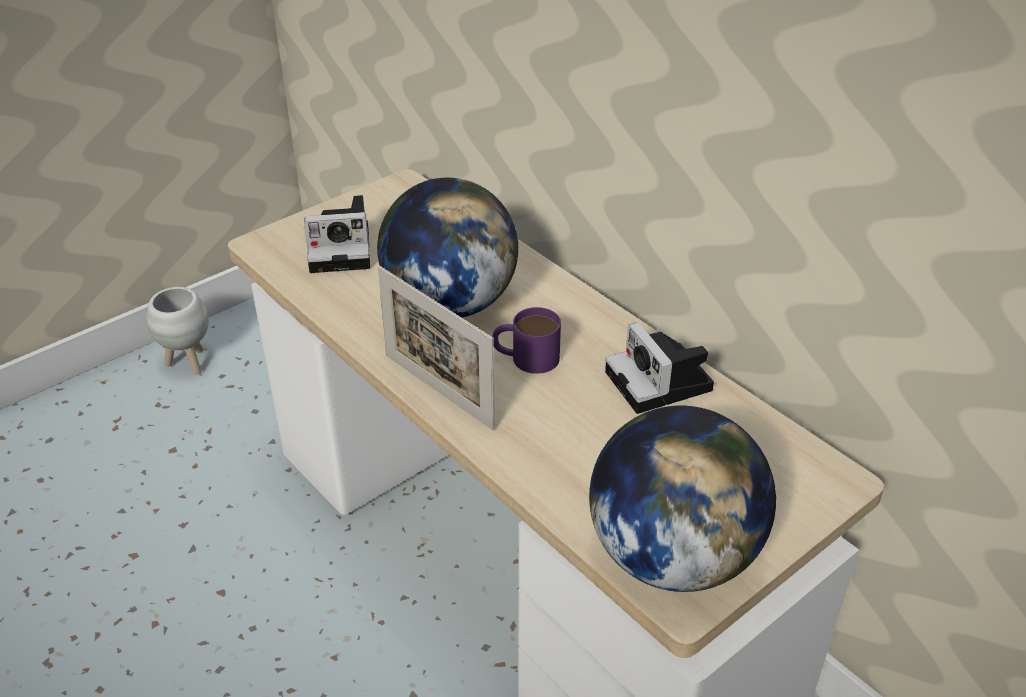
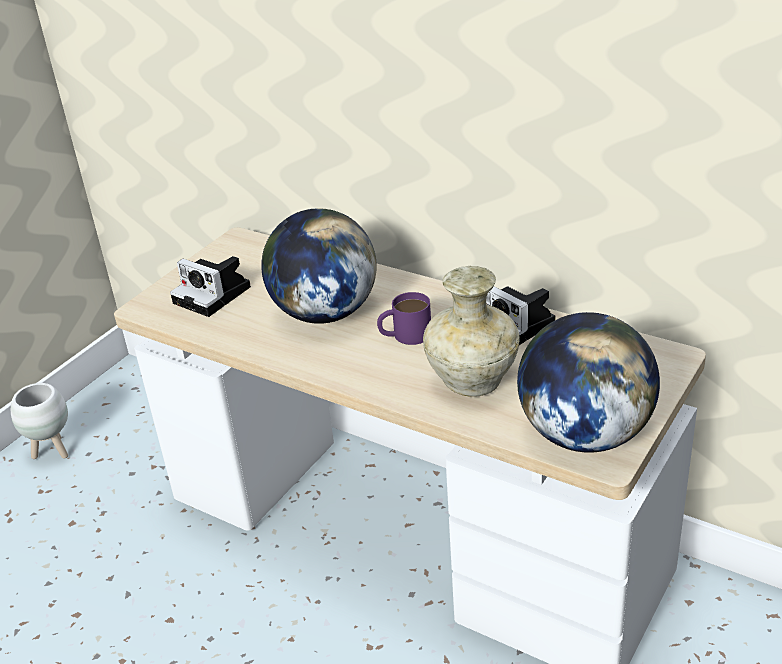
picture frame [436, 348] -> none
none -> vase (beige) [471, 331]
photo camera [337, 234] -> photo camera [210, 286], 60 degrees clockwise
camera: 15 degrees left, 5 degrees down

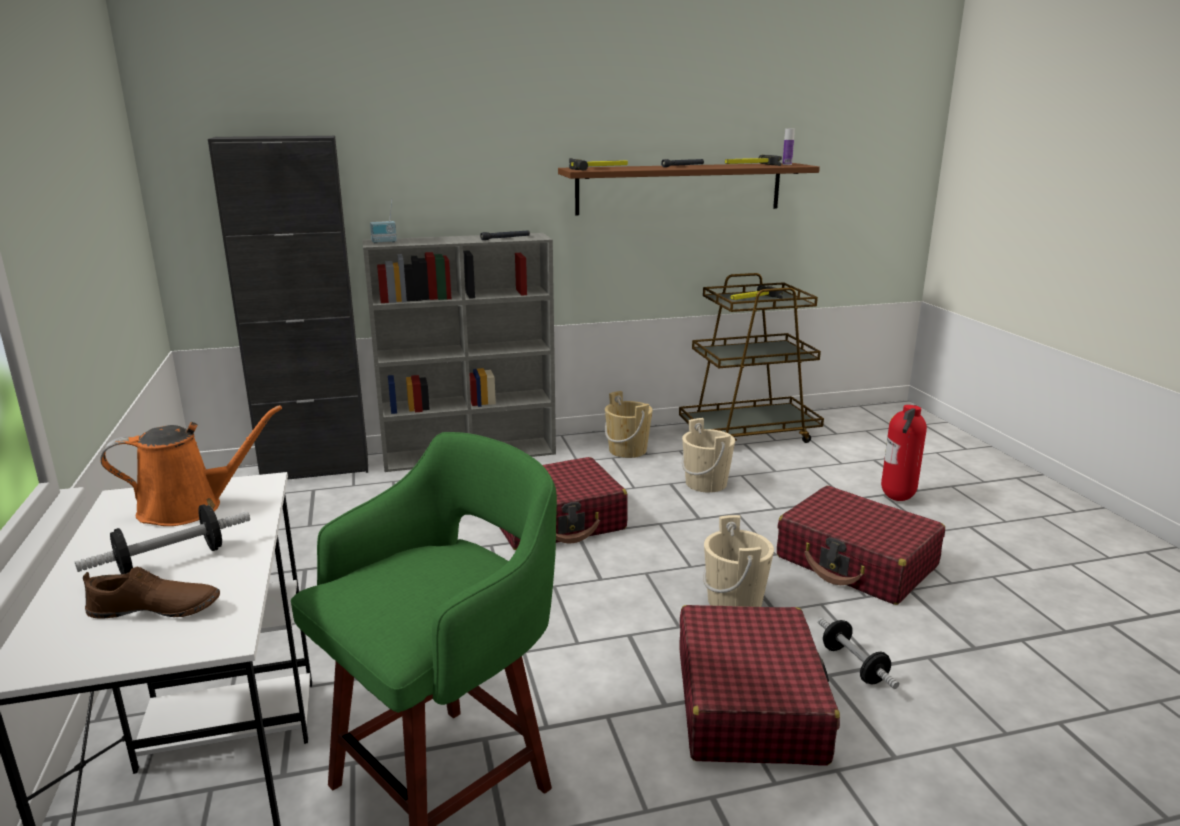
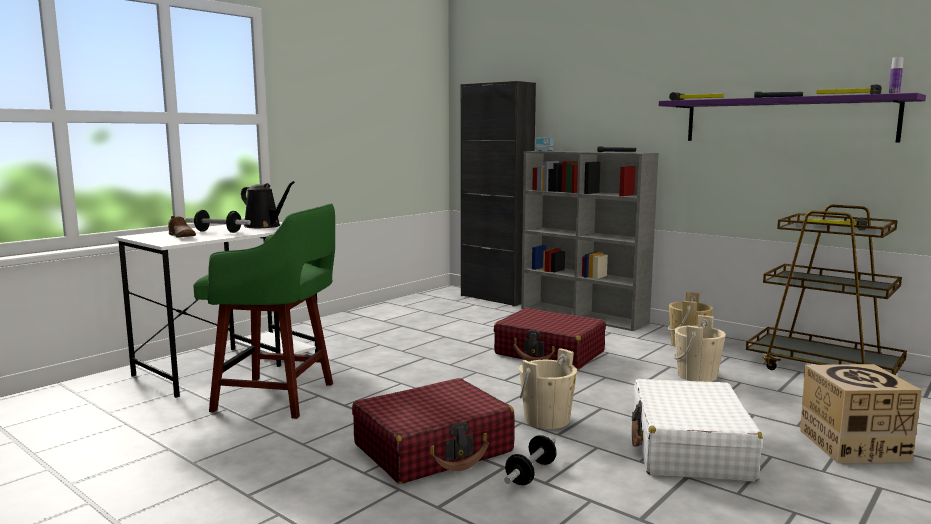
fire extinguisher [904, 453] -> cardboard box [861, 413]
watering can (orange) [191, 465] -> watering can (black) [268, 204]
shelf (brown) [689, 189] -> shelf (purple) [792, 117]
suitcase (red) [861, 545] -> suitcase (white) [697, 430]
camera: 55 degrees right, 10 degrees down

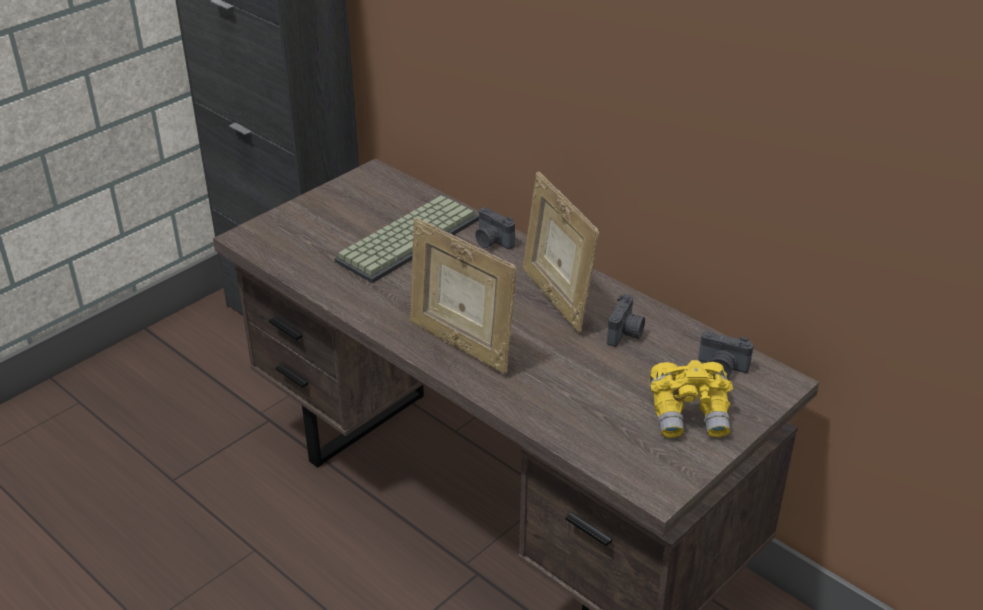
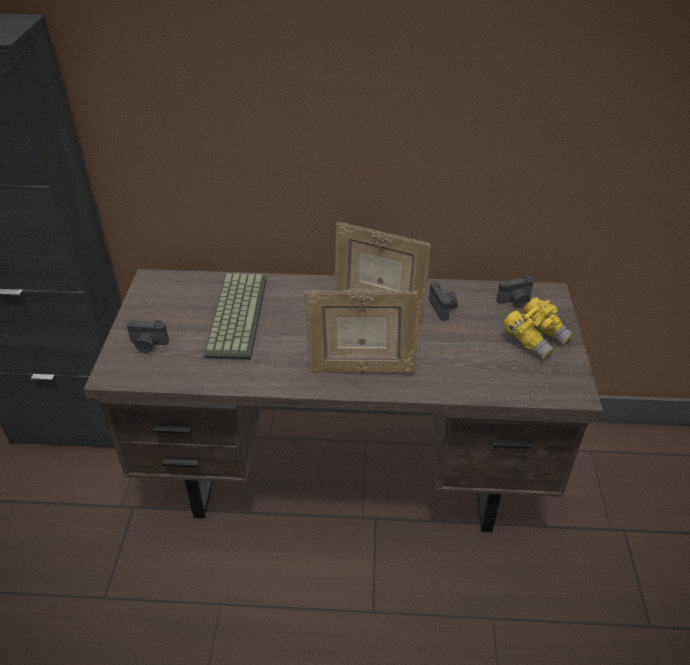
photo camera [495, 228] -> photo camera [147, 336], move
camera: 40 degrees left, 5 degrees up

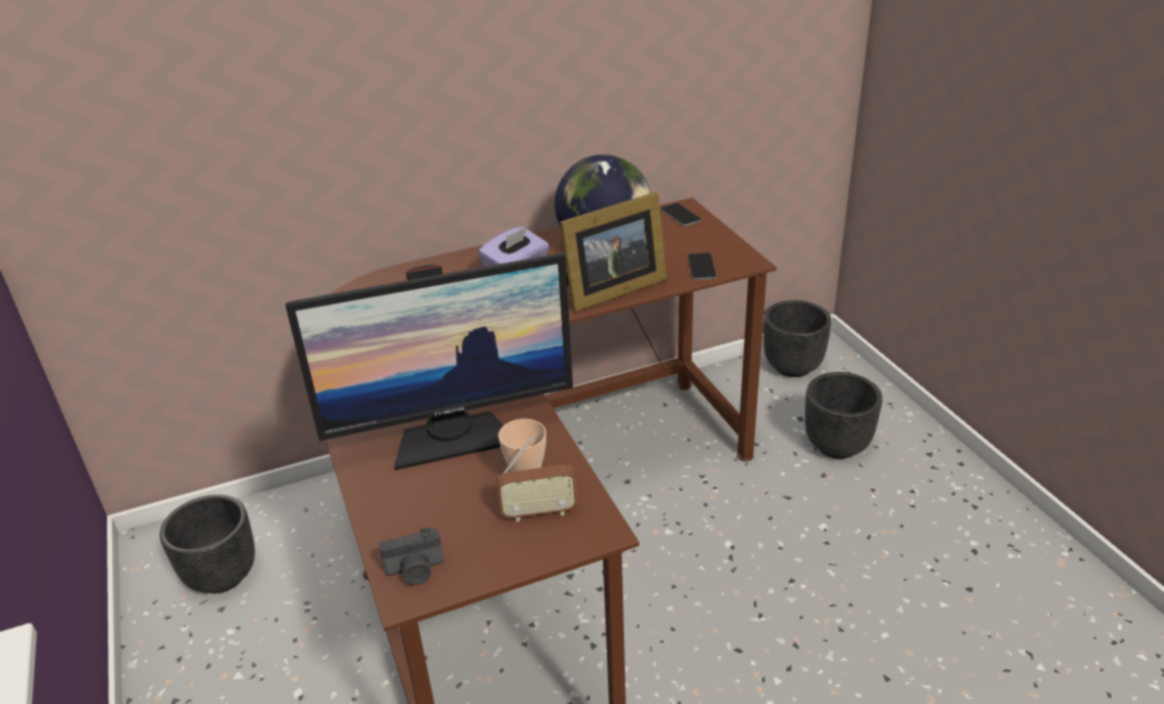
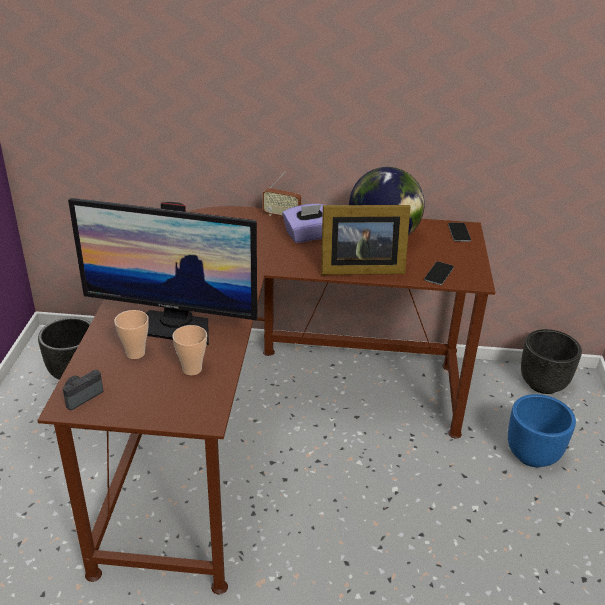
none -> cup [131, 334]
radio [537, 478] -> radio [282, 193], move
planter (black) [843, 415] -> planter (blue) [542, 430]
photo camera [411, 556] -> photo camera [83, 390], 120 degrees clockwise
camera: 25 degrees right, 0 degrees up

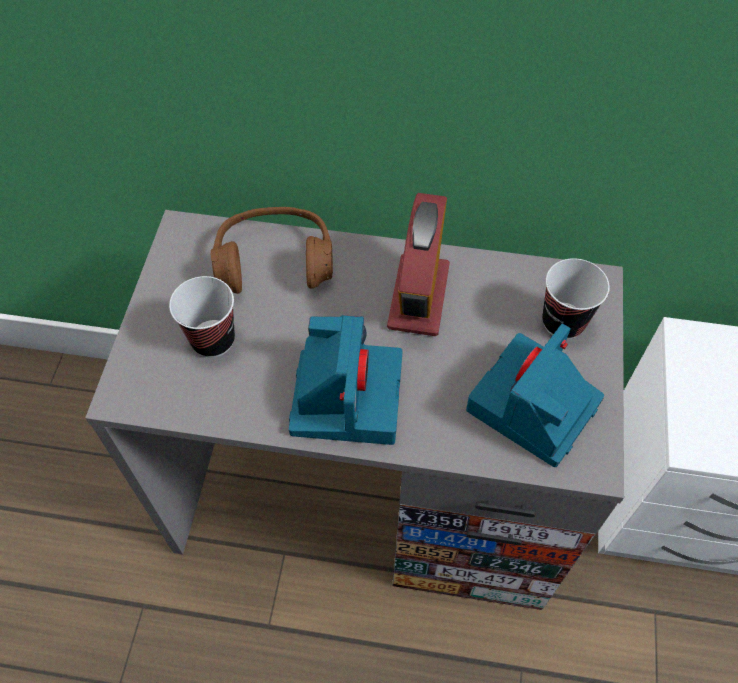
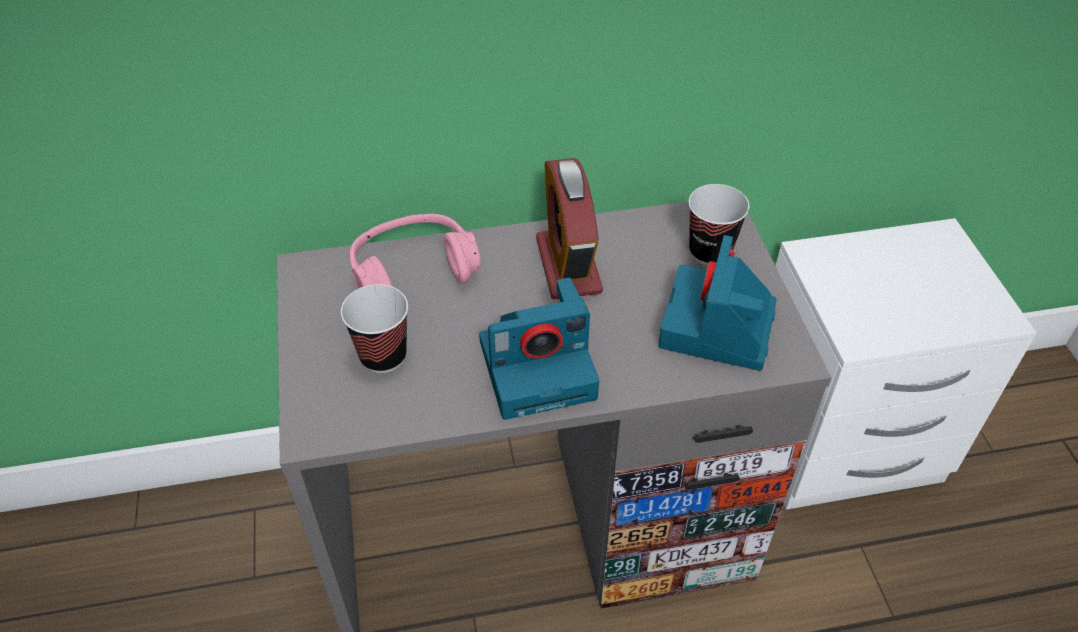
headphones (brown) [272, 250] -> headphones (pink) [415, 251]
photo camera [346, 380] -> photo camera [539, 348], 90 degrees clockwise
camera: 20 degrees left, 10 degrees down

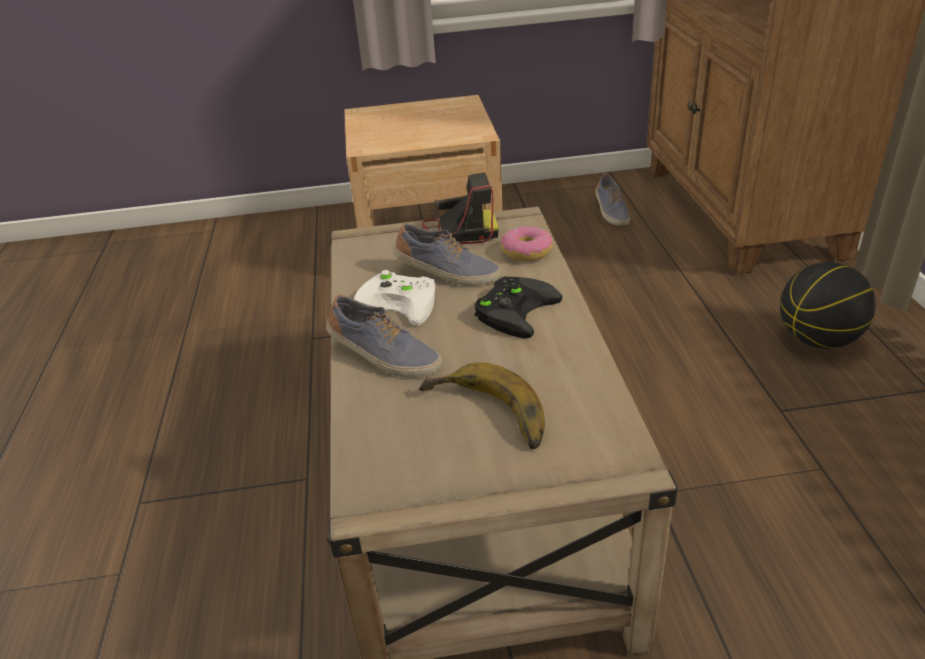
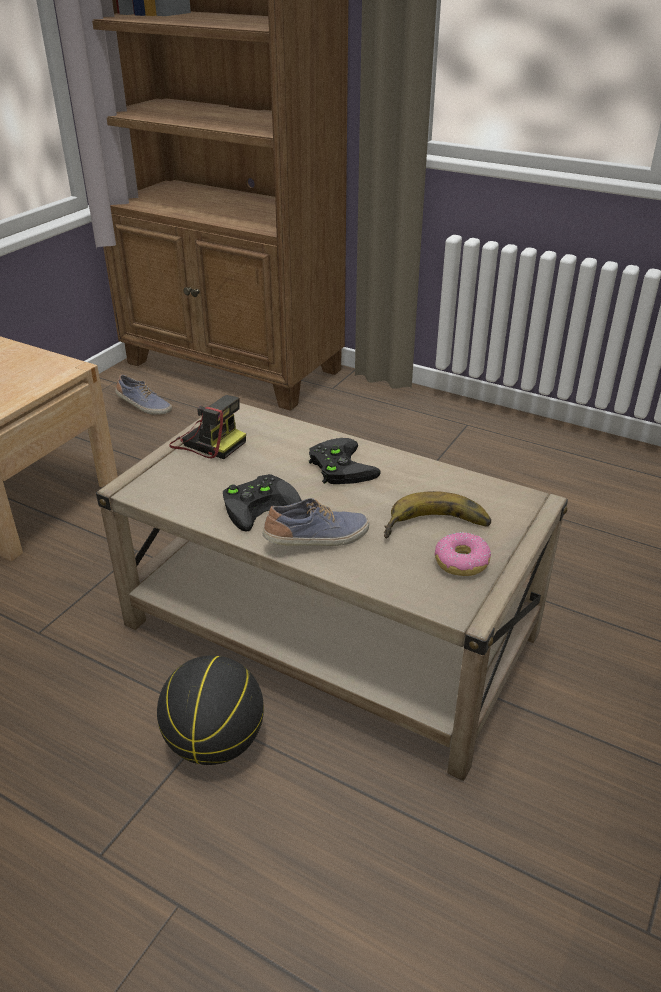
shoe [447, 254] -> none
donut [526, 244] -> donut [462, 554], move
basketball [828, 305] -> basketball [210, 710], move
game controller (white) [394, 298] -> game controller (black) [262, 503]
photo camera [460, 208] -> photo camera [207, 427], 90 degrees clockwise
camera: 55 degrees left, 0 degrees up

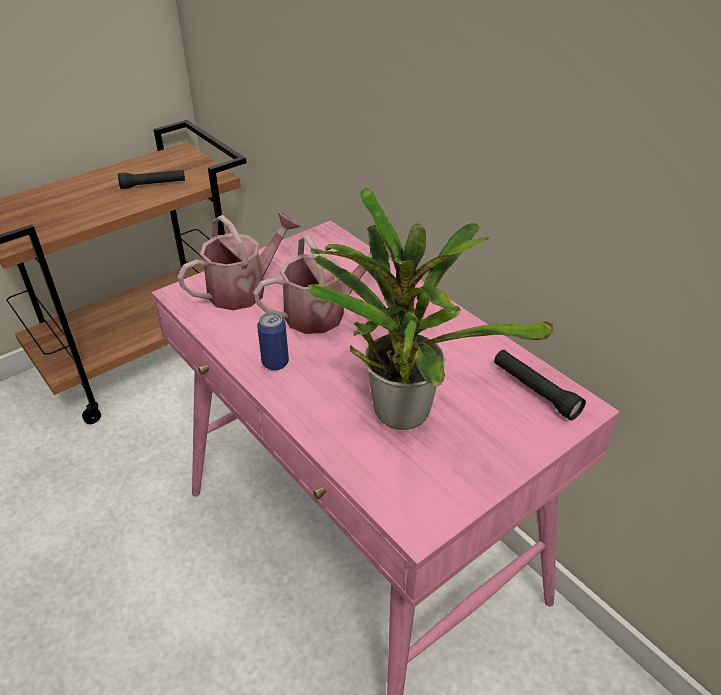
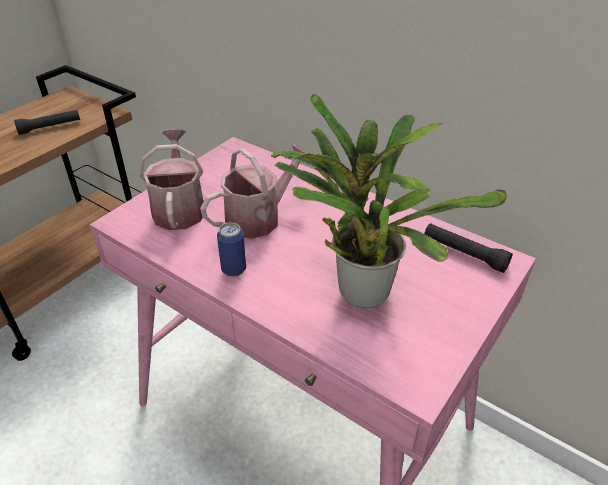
watering can [239, 261] -> watering can [172, 179], 45 degrees counterclockwise
camera: 15 degrees left, 0 degrees up

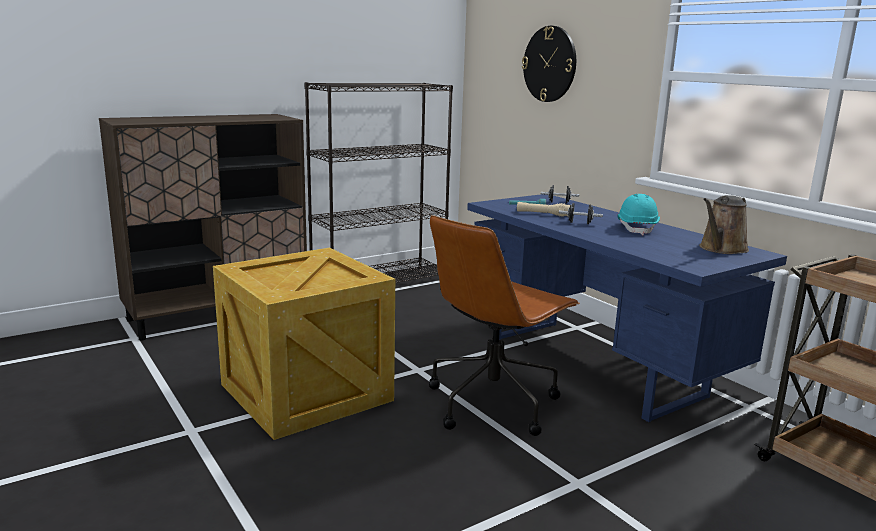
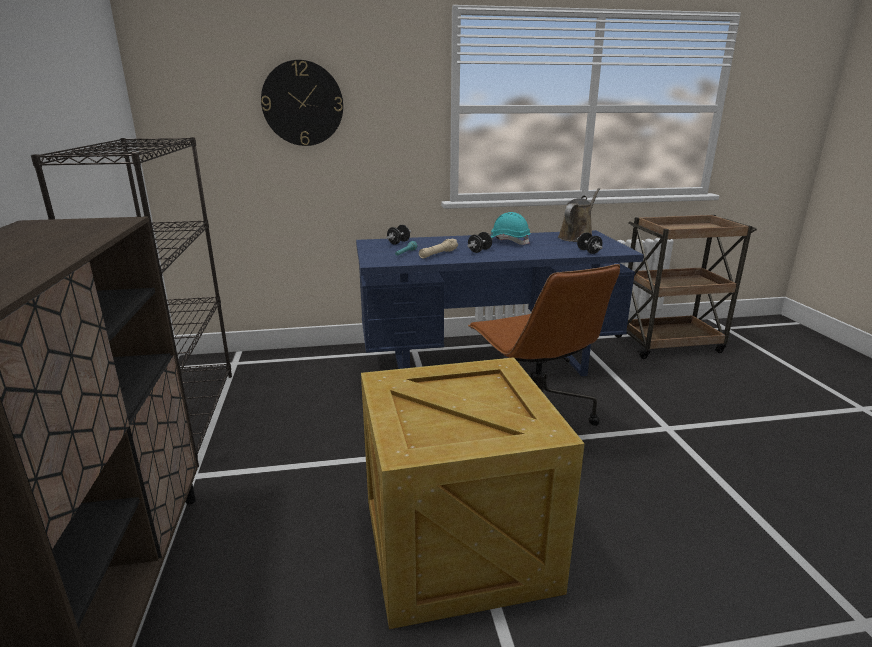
none -> dumbbell (black) [590, 243]
watering can (brown) [724, 224] -> watering can (brown) [579, 215], 120 degrees counterclockwise
camera: 65 degrees left, 5 degrees up

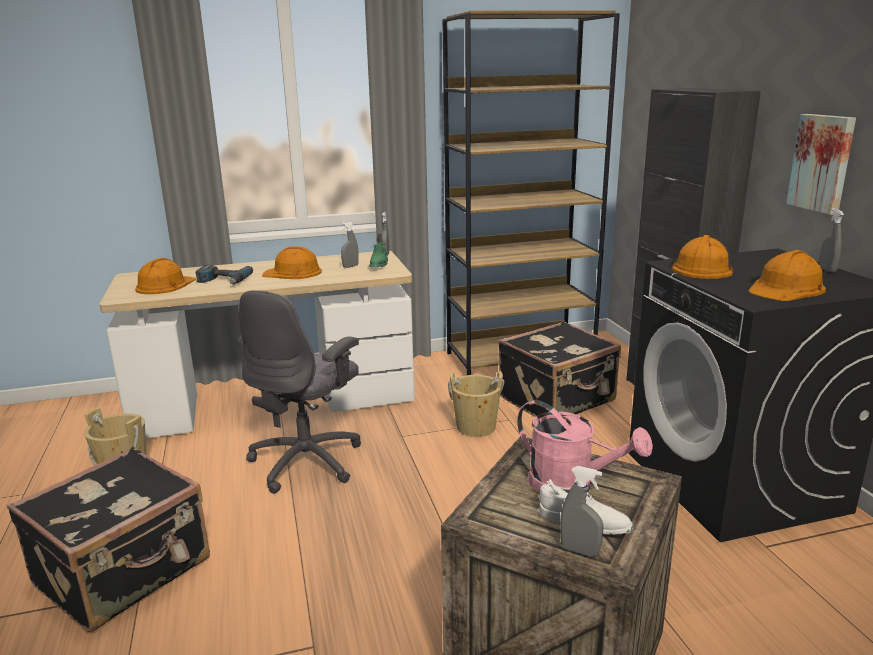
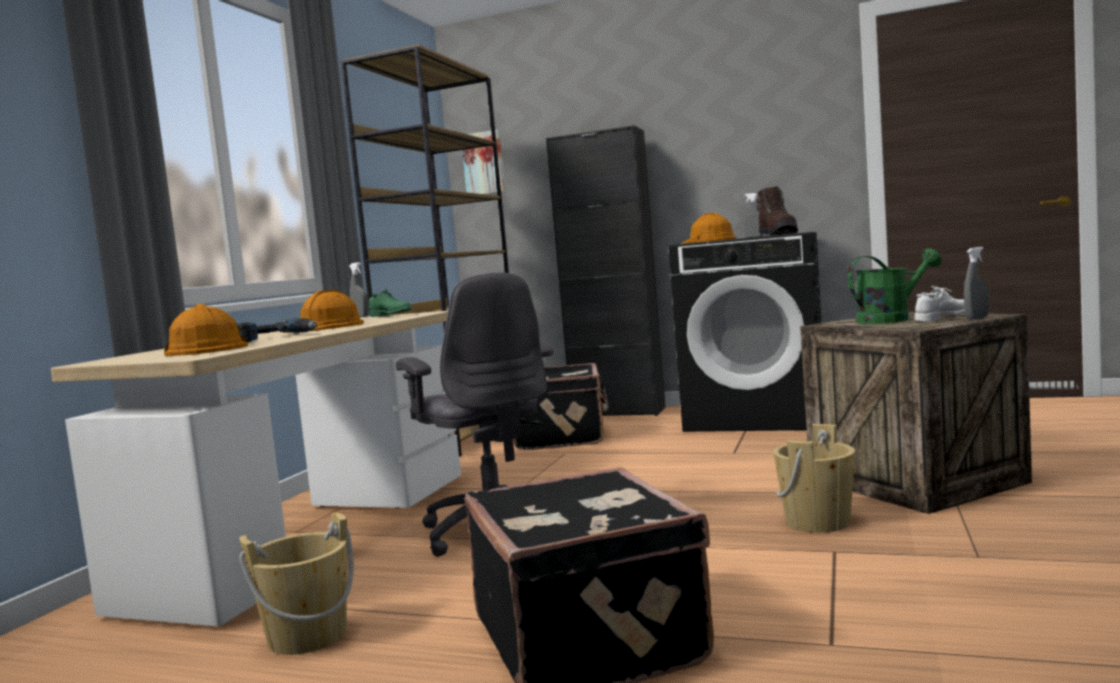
spray bottle (grey) [350, 244] -> none
bucket (beige) [476, 404] -> bucket (beige) [814, 478], move
picture [821, 164] -> picture [483, 162], move
hard hat (orange) [787, 275] -> boot (brown) [777, 211]
watering can (pink) [585, 446] -> watering can (green) [894, 286]
camera: 55 degrees left, 15 degrees down

